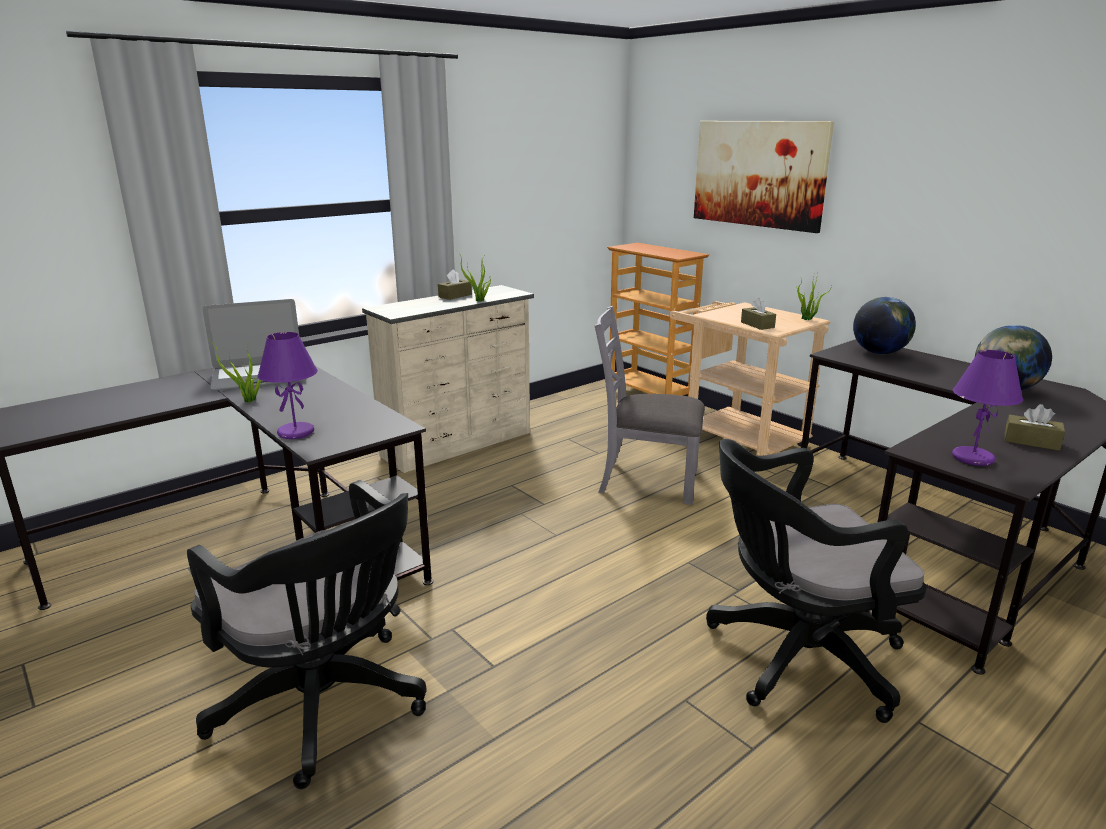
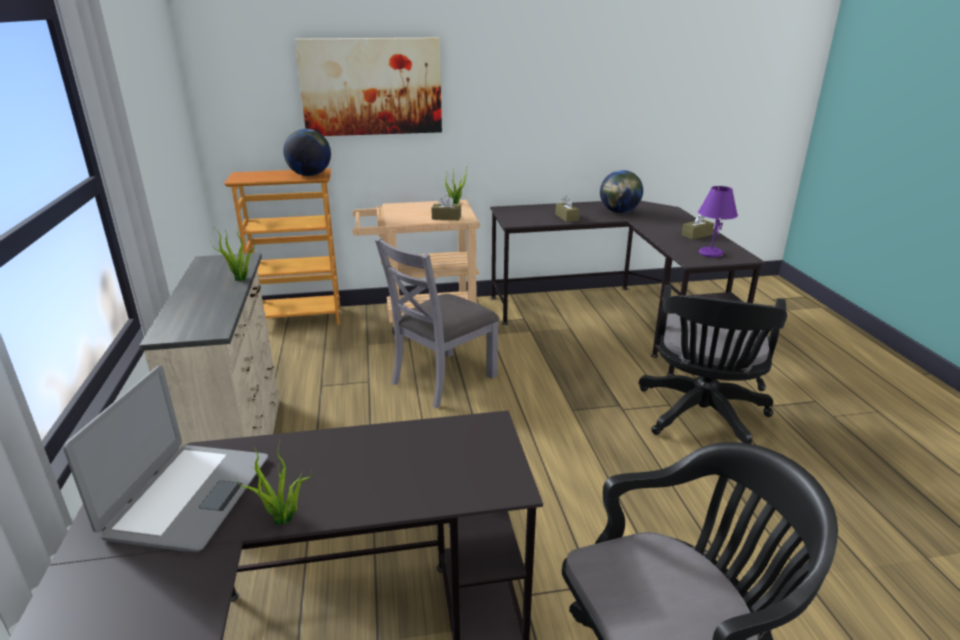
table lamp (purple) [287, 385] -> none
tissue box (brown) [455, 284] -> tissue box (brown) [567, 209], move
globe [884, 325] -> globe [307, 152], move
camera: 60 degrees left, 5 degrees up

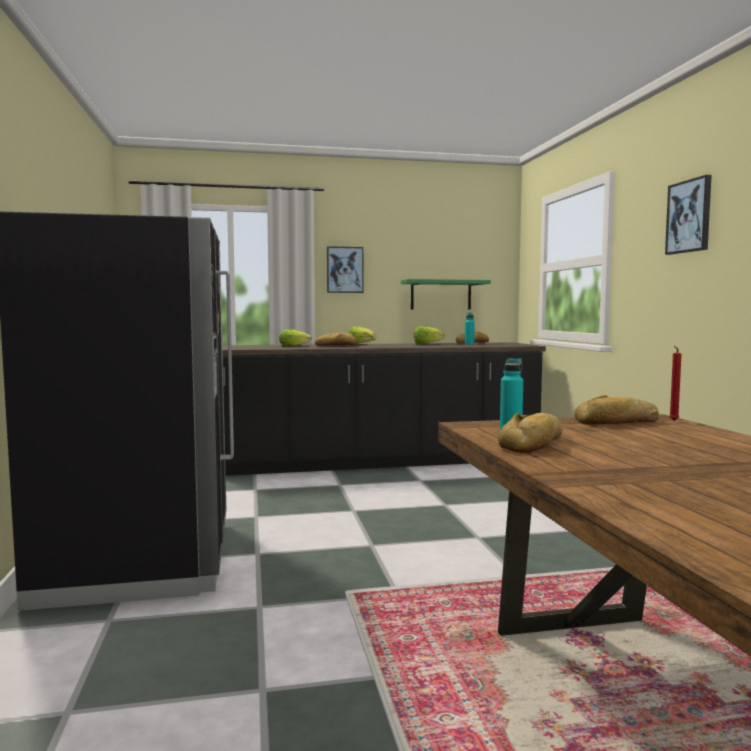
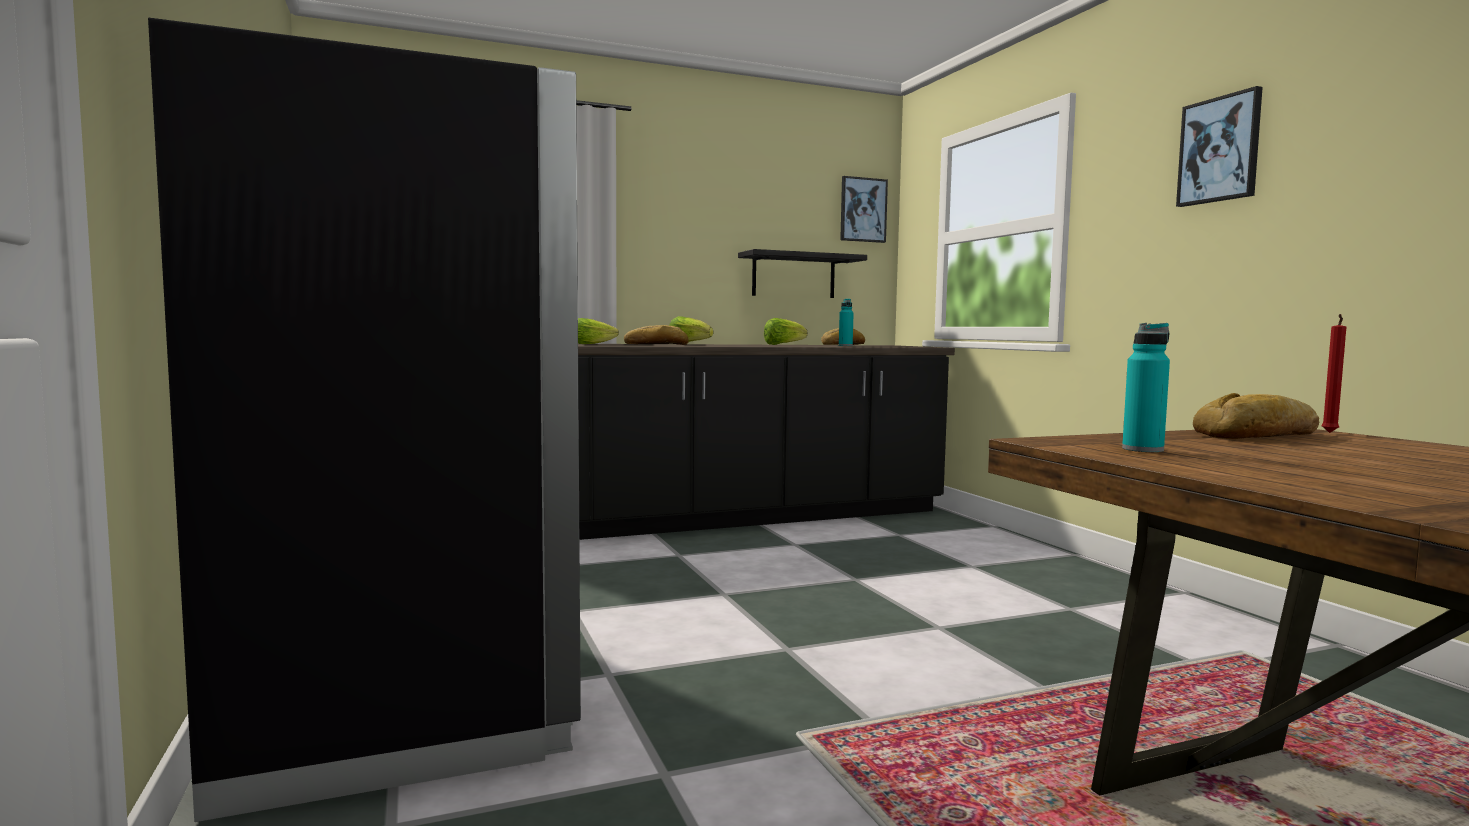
bread [530, 433] -> none
picture [345, 269] -> picture [864, 209], move
shelf (green) [446, 294] -> shelf (black) [802, 273]
camera: 10 degrees left, 0 degrees up

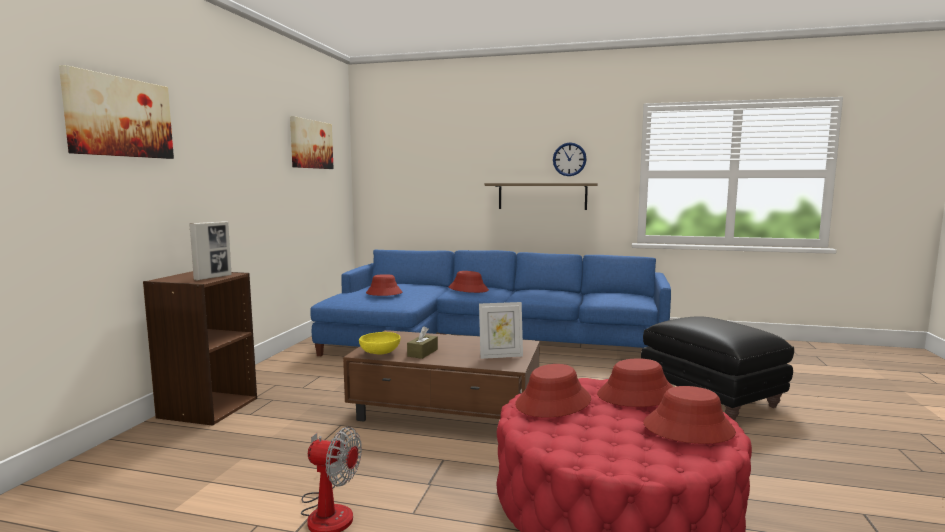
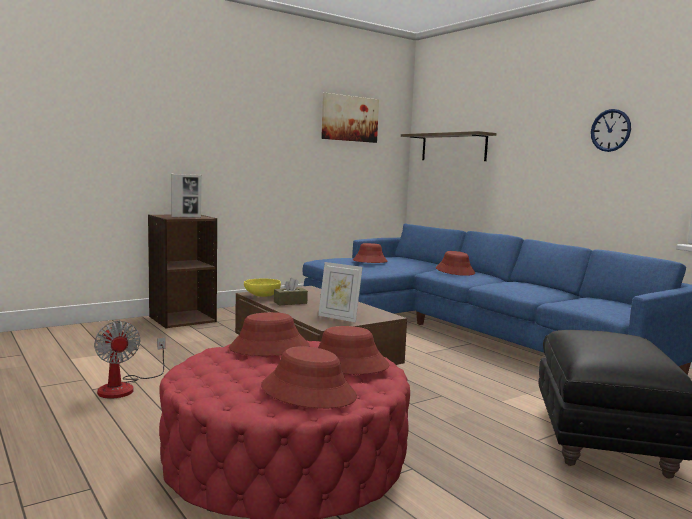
picture [116, 112] -> none
shelf [541, 196] -> shelf [448, 146], move
camera: 40 degrees right, 0 degrees up

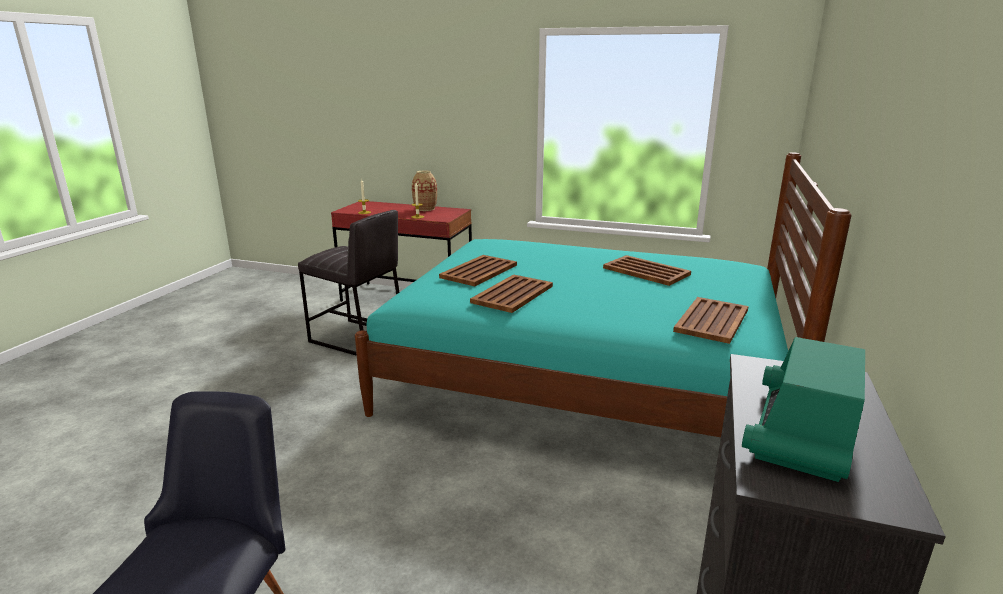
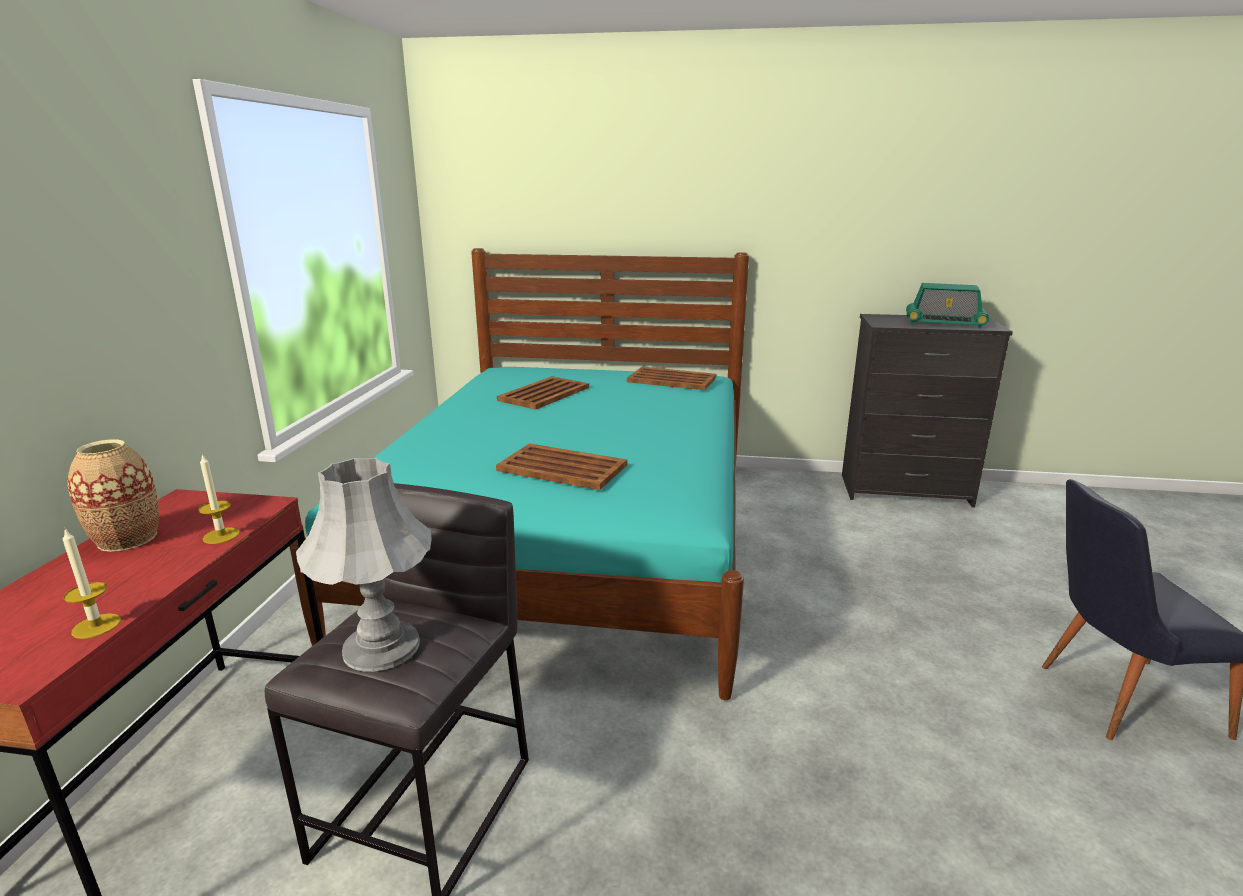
tray (brown) [511, 293] -> none
none -> table lamp (grey) [364, 565]
camera: 100 degrees left, 0 degrees up

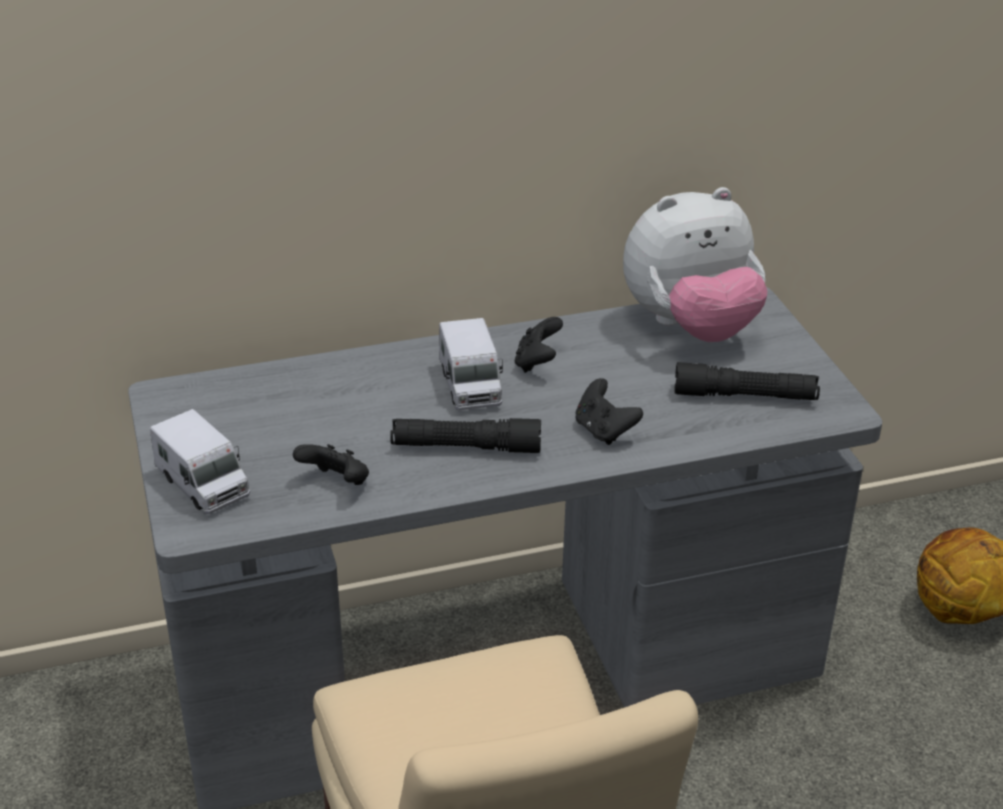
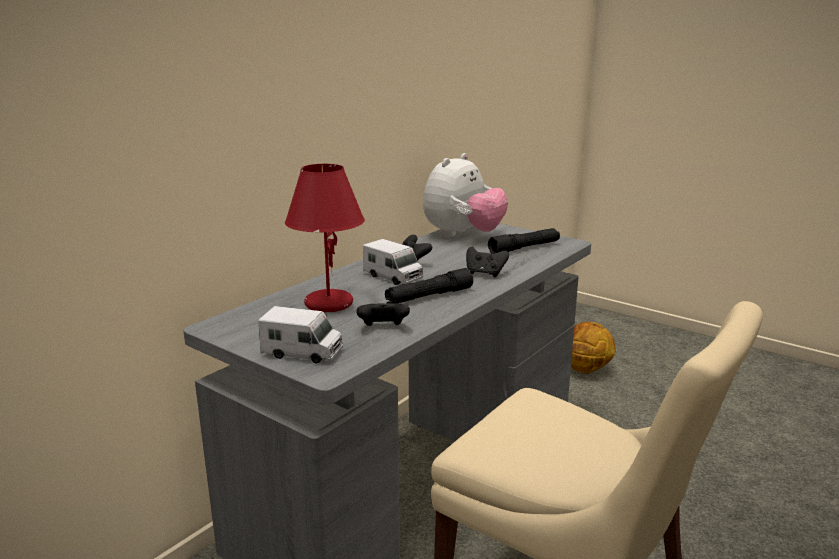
none -> table lamp (red) [325, 238]
camera: 35 degrees left, 15 degrees down

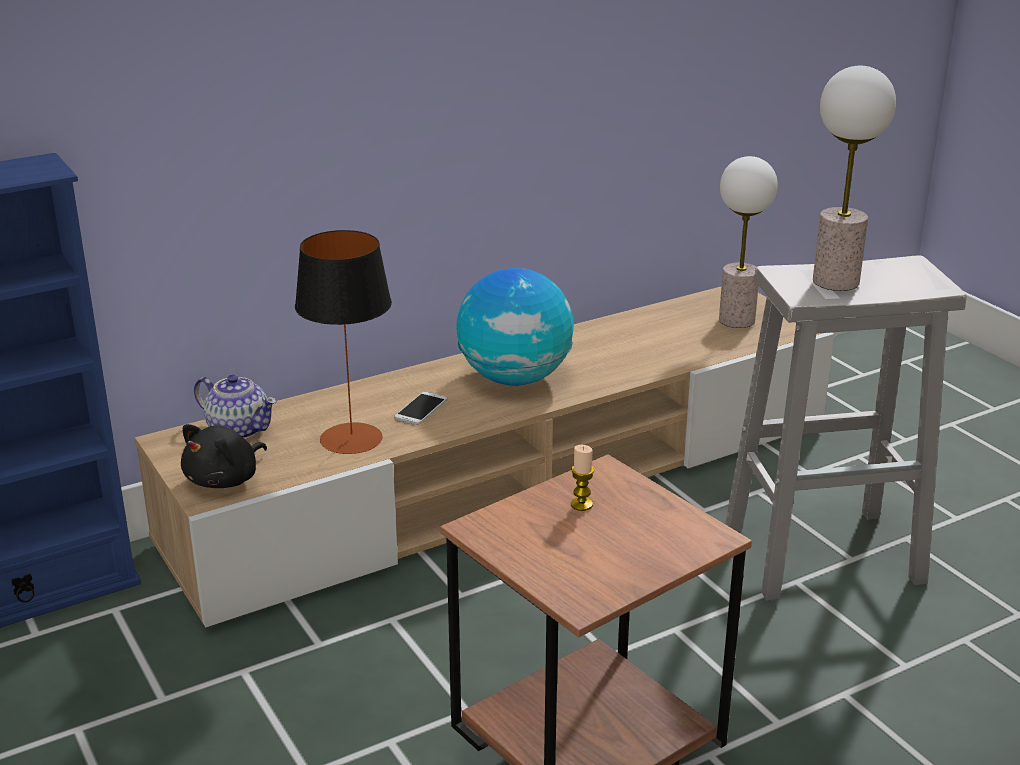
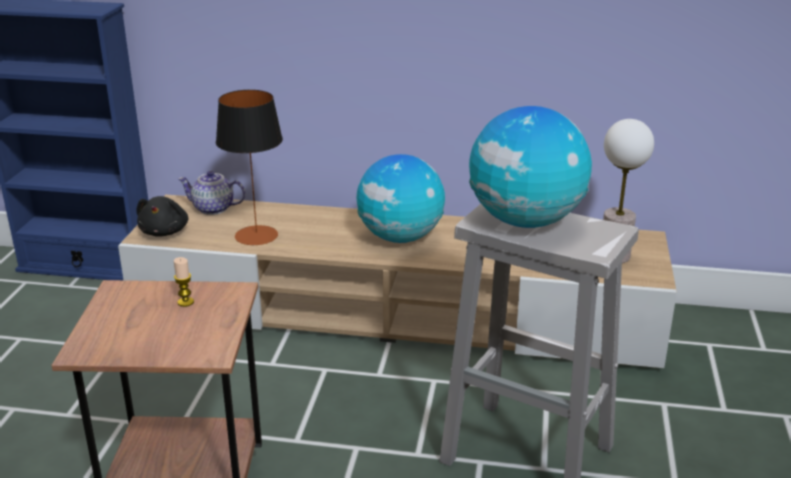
phone [421, 408] -> none
table lamp [854, 178] -> globe [530, 167]
plush toy (black) [224, 456] -> plush toy (black) [162, 216], 75 degrees counterclockwise
teapot [235, 407] -> teapot [212, 193], 120 degrees clockwise
camera: 40 degrees right, 0 degrees up

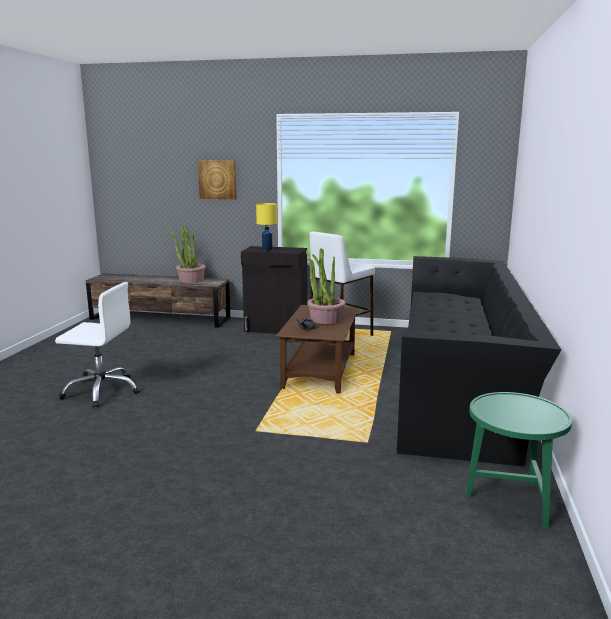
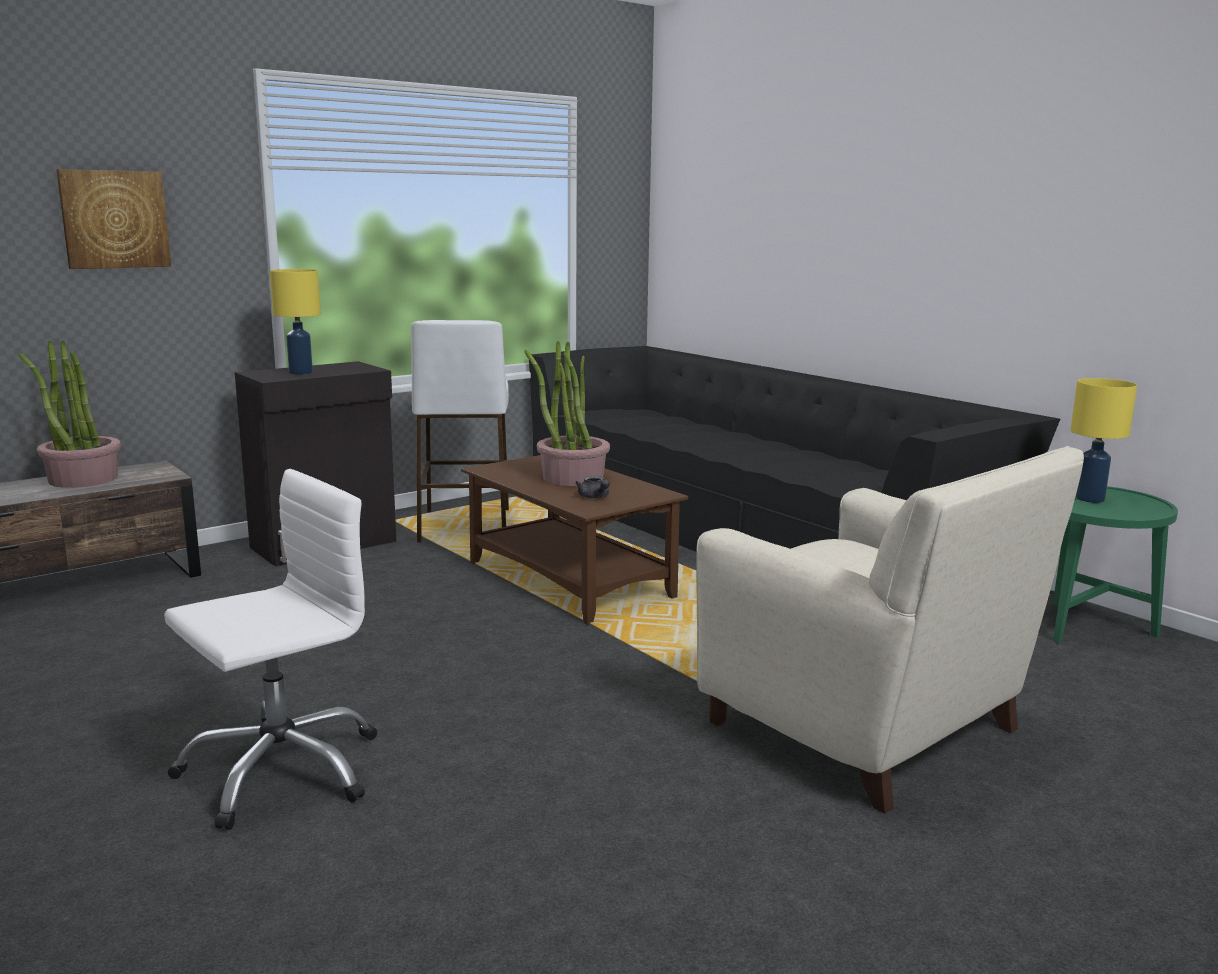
none -> armchair (beige) [890, 630]
none -> table lamp (yellow) [1104, 440]
camera: 50 degrees left, 0 degrees up

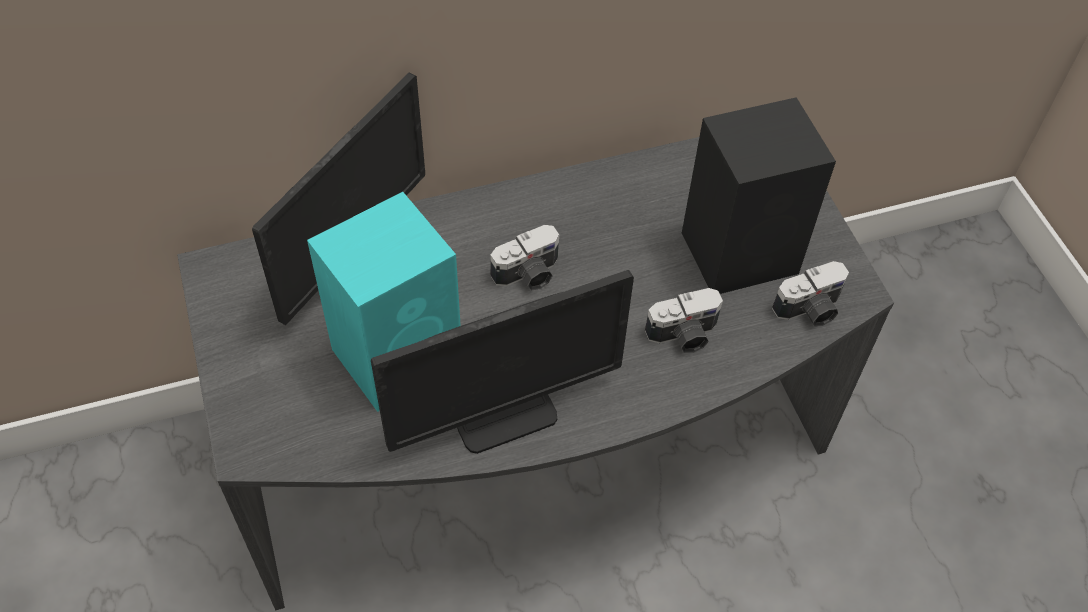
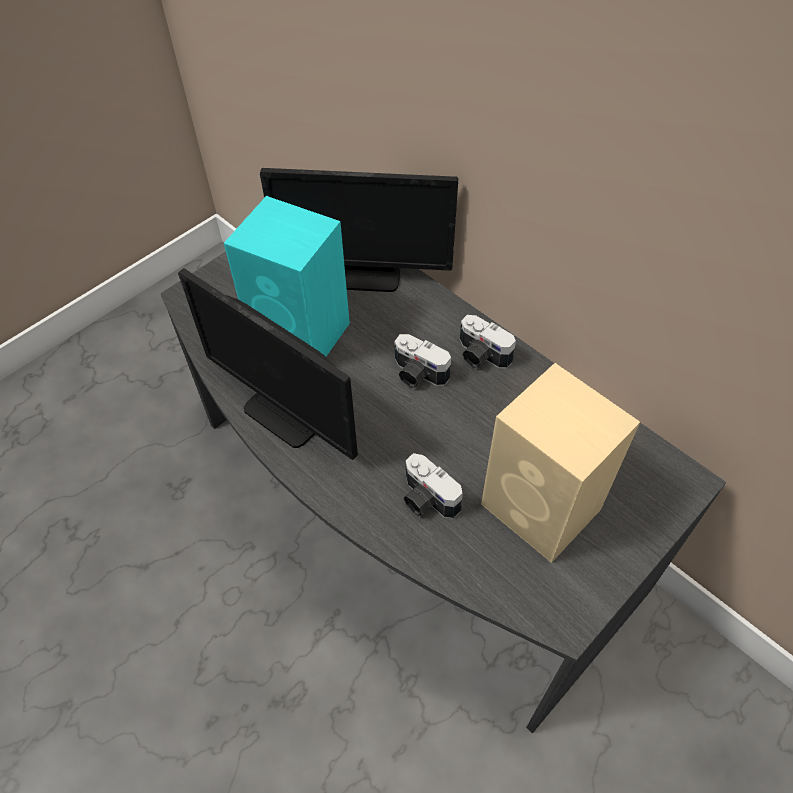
photo camera [810, 294] -> photo camera [488, 342], move
speaker (black) [759, 195] -> speaker (beige) [560, 463]
camera: 65 degrees right, 0 degrees up

